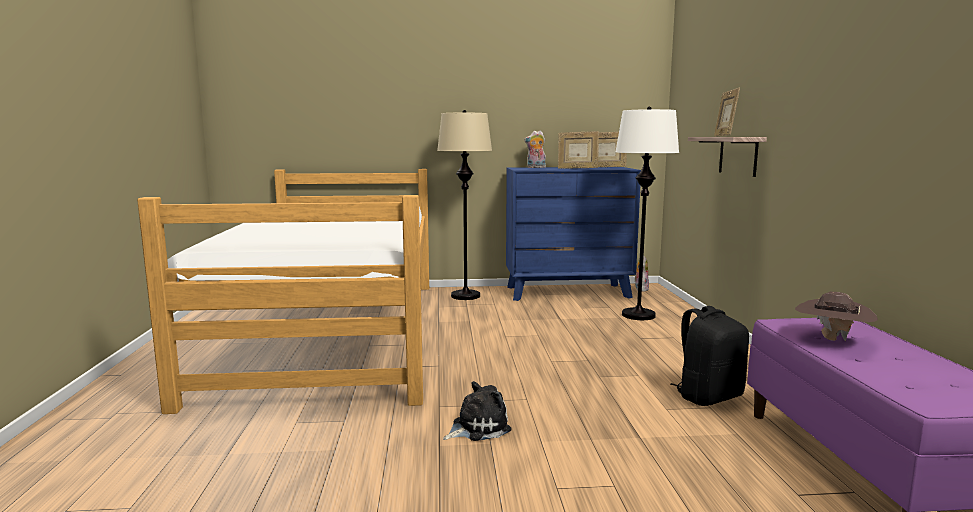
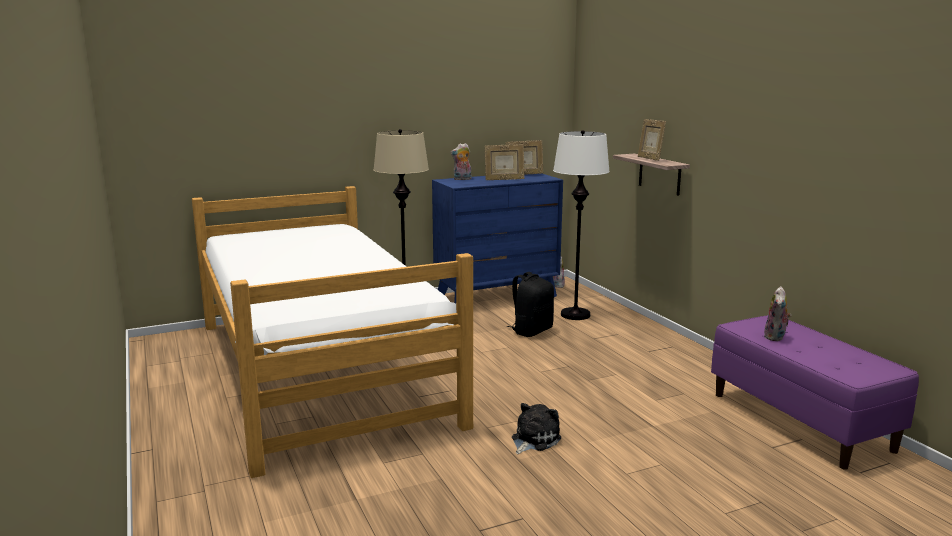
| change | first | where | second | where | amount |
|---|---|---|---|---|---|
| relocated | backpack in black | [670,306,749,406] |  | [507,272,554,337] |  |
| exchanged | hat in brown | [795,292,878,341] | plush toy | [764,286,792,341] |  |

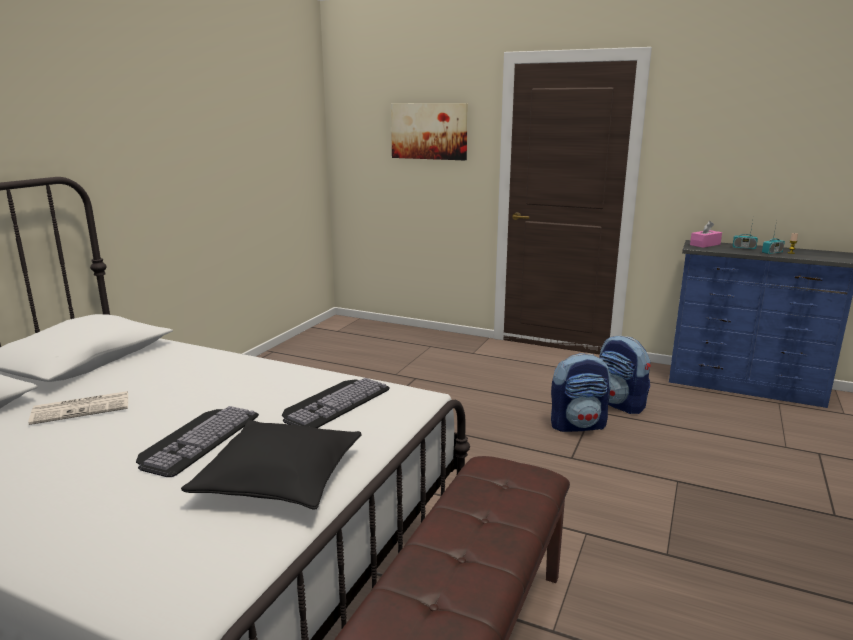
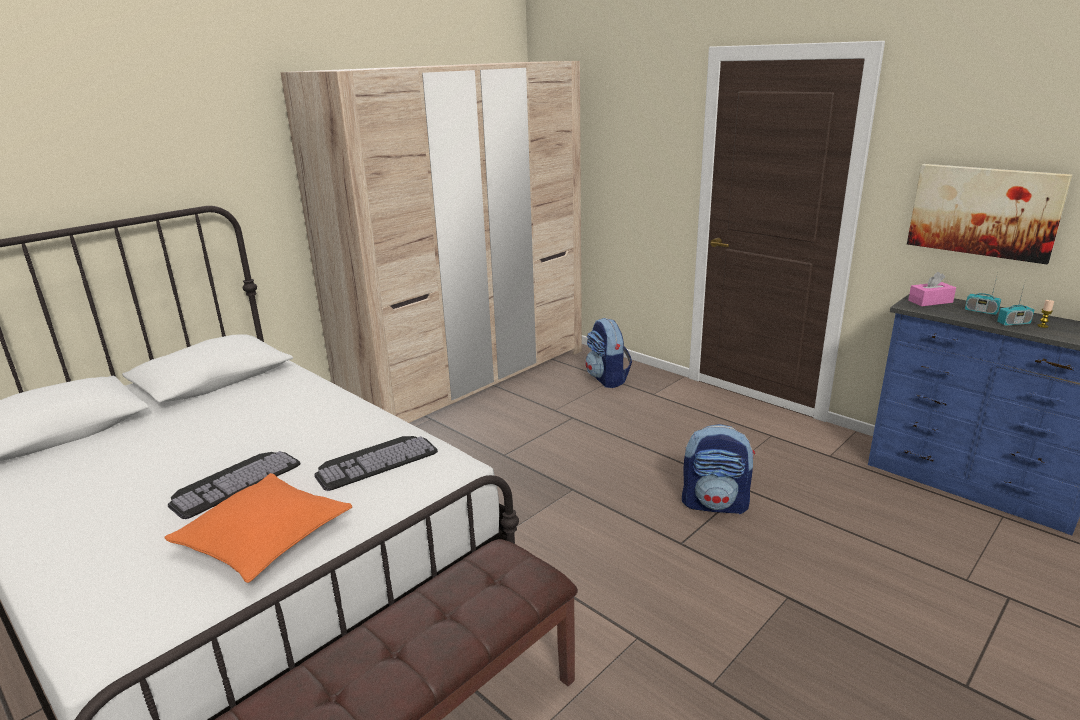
| change | first | where | second | where | amount |
|---|---|---|---|---|---|
| missing | newspaper | [28,391,128,425] |  |  |  |
| colour | pillow in black | [181,420,362,510] | pillow in orange | [164,473,352,583] |  |
| relocated | picture | [391,103,468,160] |  | [907,164,1072,264] |  |
| relocated | backpack | [599,335,651,414] |  | [585,318,632,388] |  |
| appeared |  |  | wardrobe in beige | [280,61,582,423] |  |

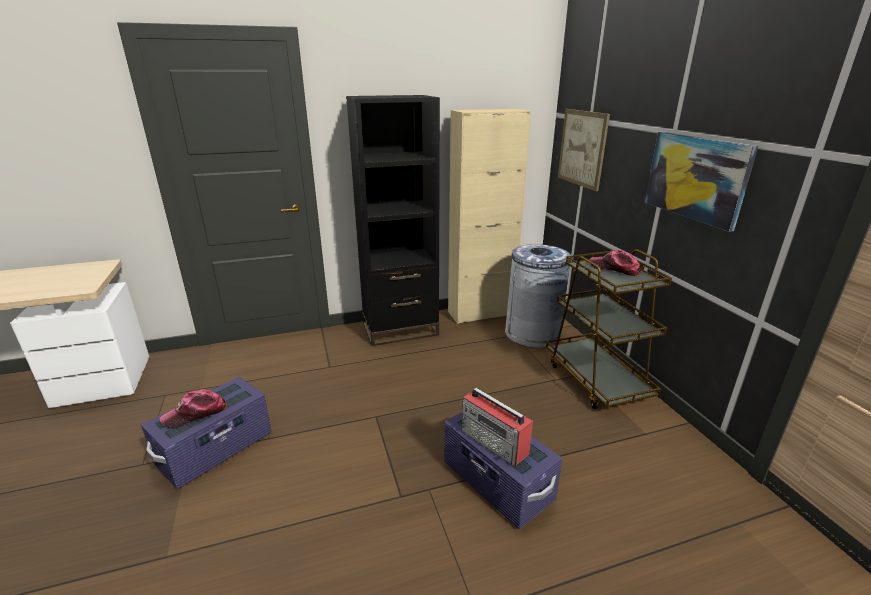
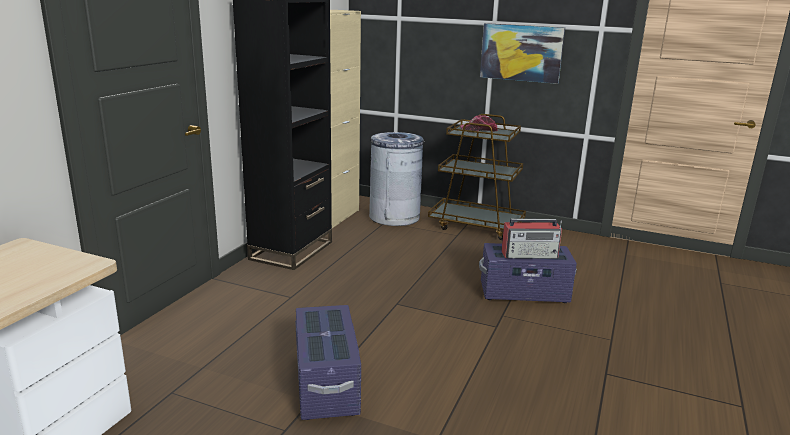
| change | first | where | second | where | amount |
|---|---|---|---|---|---|
| missing | cap | [159,389,227,429] |  |  |  |
| missing | picture | [558,109,610,191] |  |  |  |

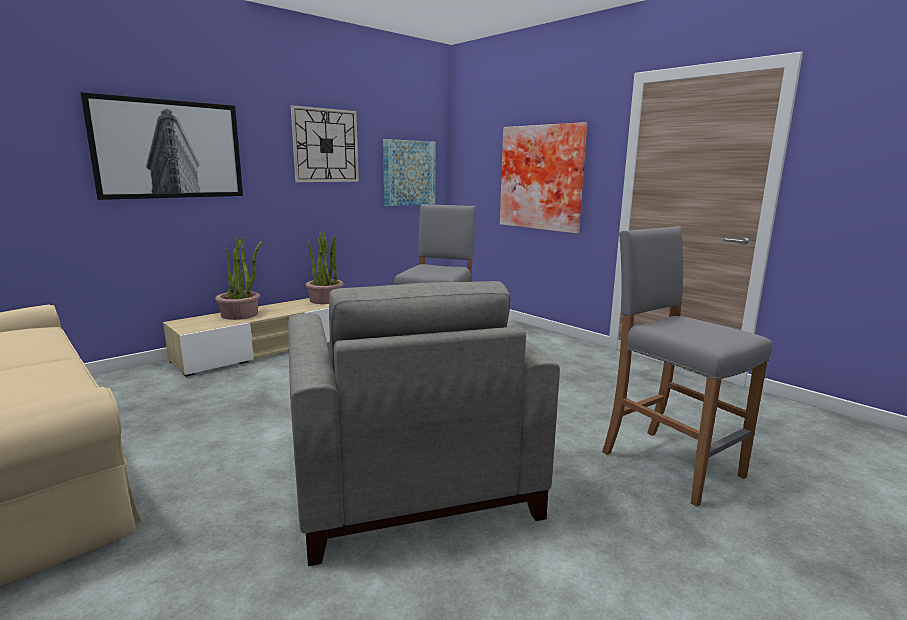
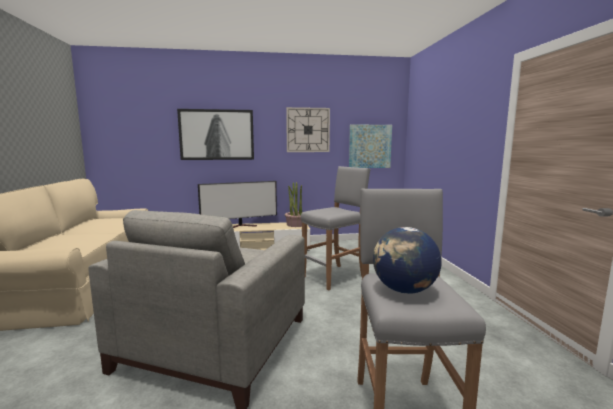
| change | first | where | second | where | amount |
|---|---|---|---|---|---|
| exchanged | potted plant | [215,237,262,320] | television | [198,181,277,228] |  |
| missing | picture | [500,122,587,234] |  |  |  |
| appeared |  |  | globe | [373,227,441,294] |  |

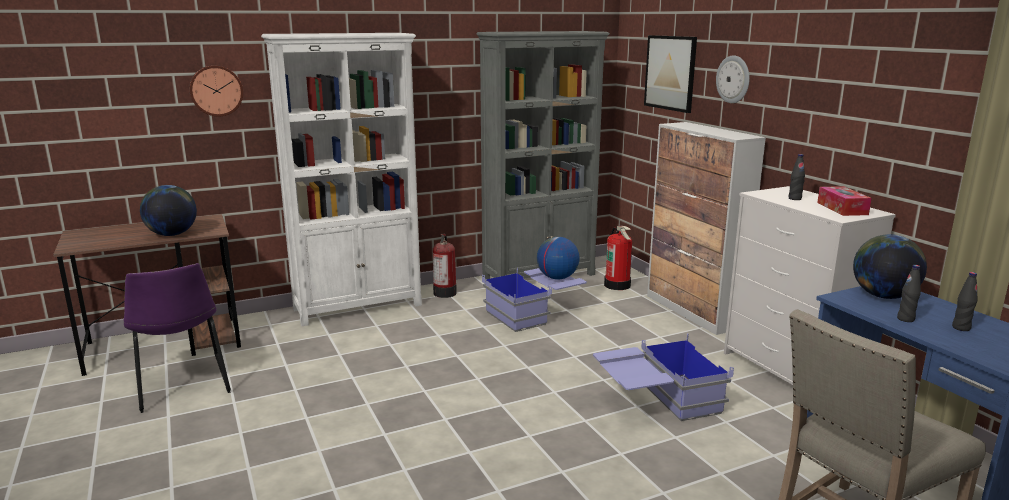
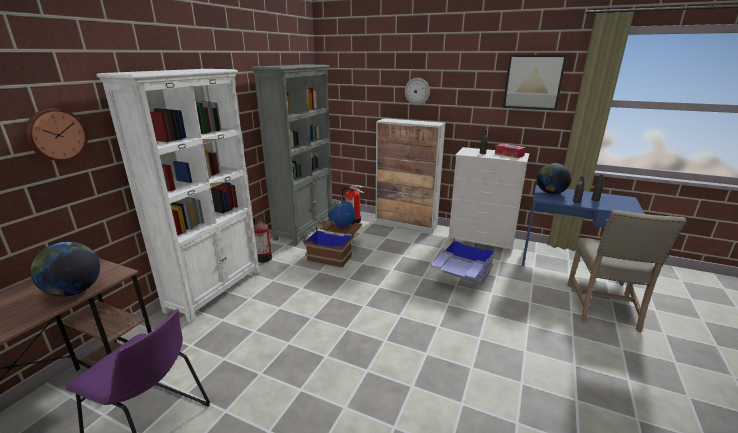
| change | first | where | second | where | amount |
|---|---|---|---|---|---|
| colour | storage box in blue | [482,268,587,332] | storage box in brown | [303,220,362,268] |  |
| relocated | picture | [644,35,697,113] |  | [503,55,567,110] |  |

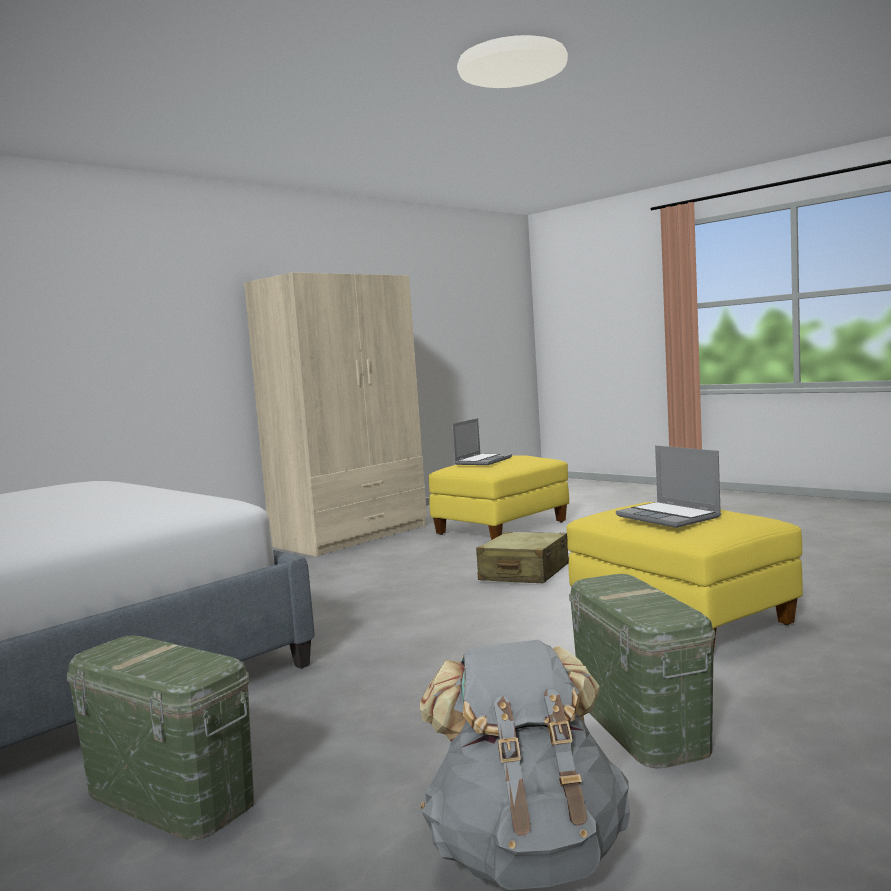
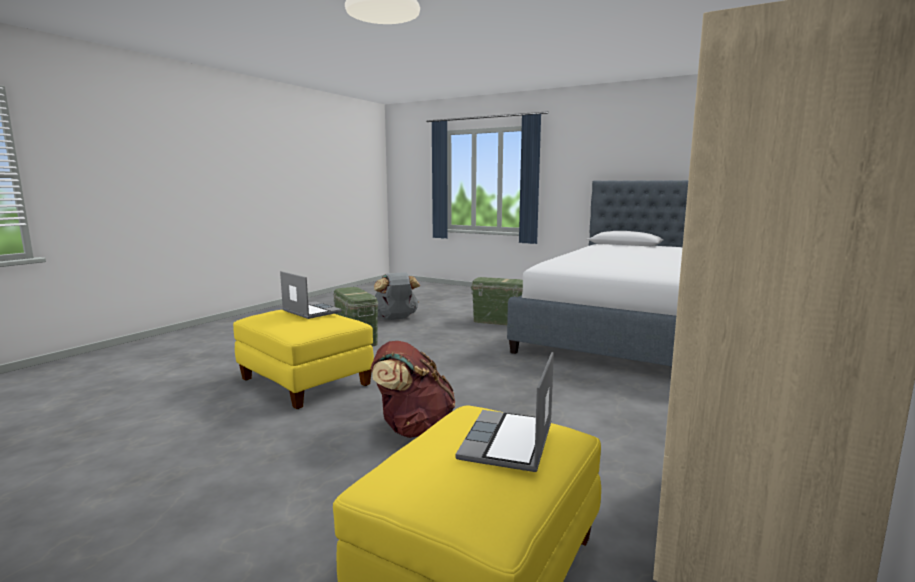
| change | first | where | second | where | amount |
|---|---|---|---|---|---|
| exchanged | suitcase in beige | [476,532,569,583] | backpack in brown | [371,341,455,438] |  |

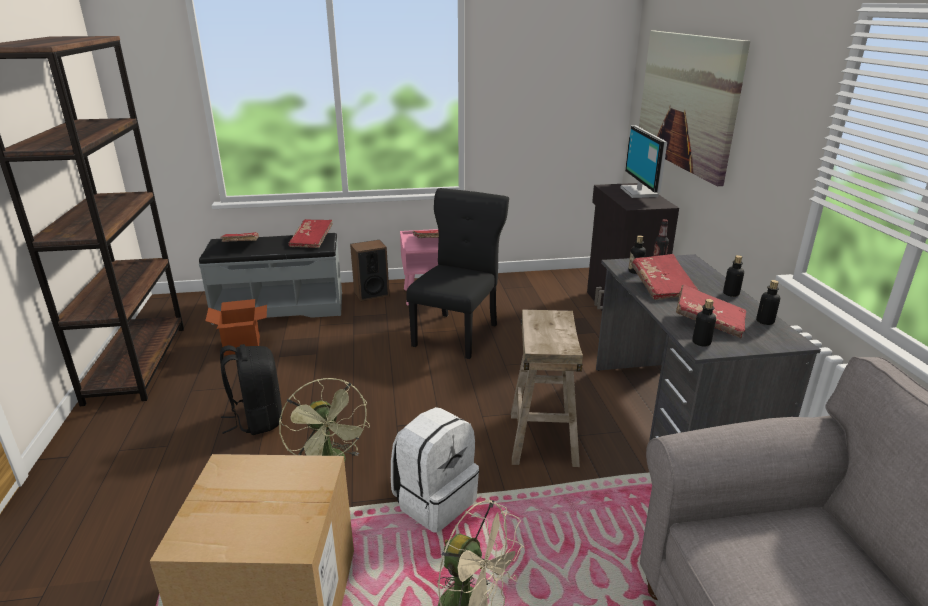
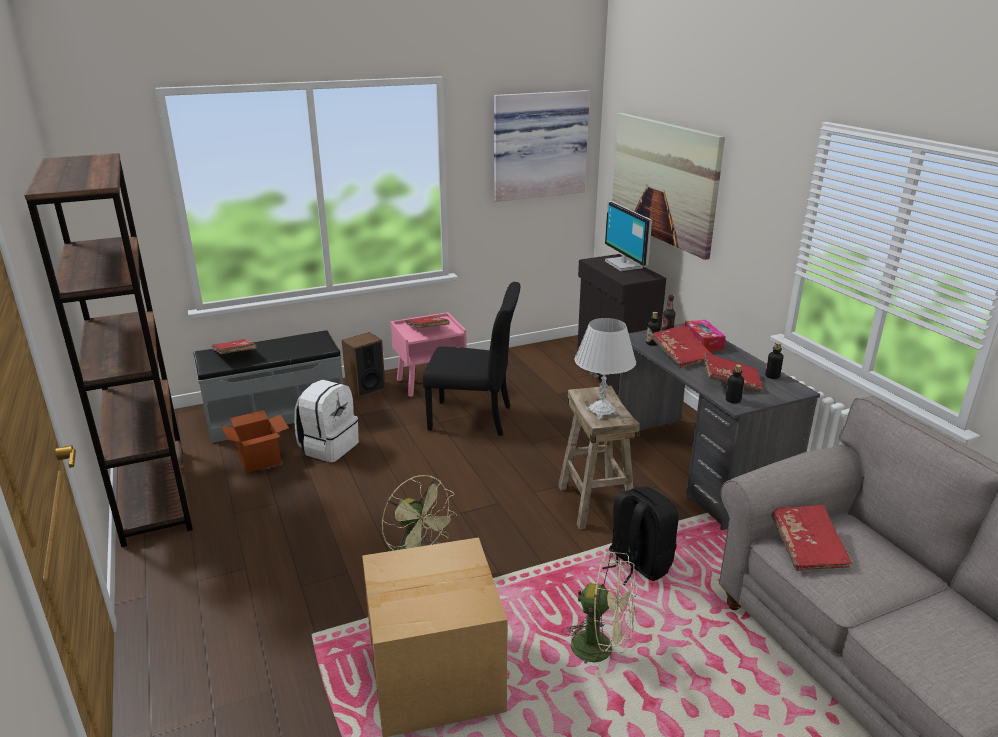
| change | first | where | second | where | amount |
|---|---|---|---|---|---|
| relocated | backpack in black | [220,344,282,435] |  | [602,486,678,585] |  |
| relocated | book in red | [289,219,333,248] |  | [771,505,853,571] |  |
| relocated | backpack in white | [391,407,479,532] |  | [294,380,359,462] |  |
| spun | chair in black | [406,188,509,359] |  | [423,282,520,436] | 90 degrees clockwise |
| missing | bottle | [723,255,744,297] |  |  |  |
| appeared |  |  | picture | [494,90,590,202] |  |
| appeared |  |  | table lamp in white | [574,318,636,419] |  |
| appeared |  |  | tissue box | [685,320,725,351] |  |

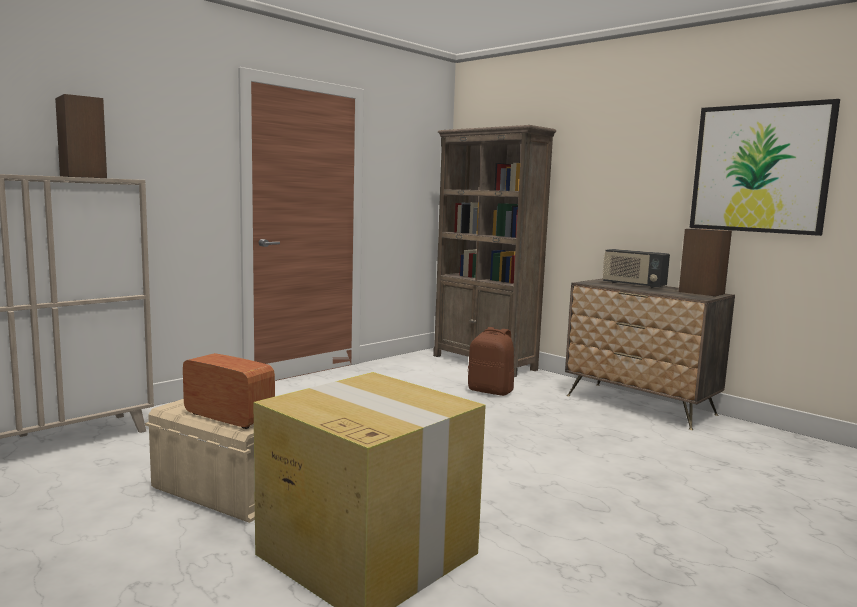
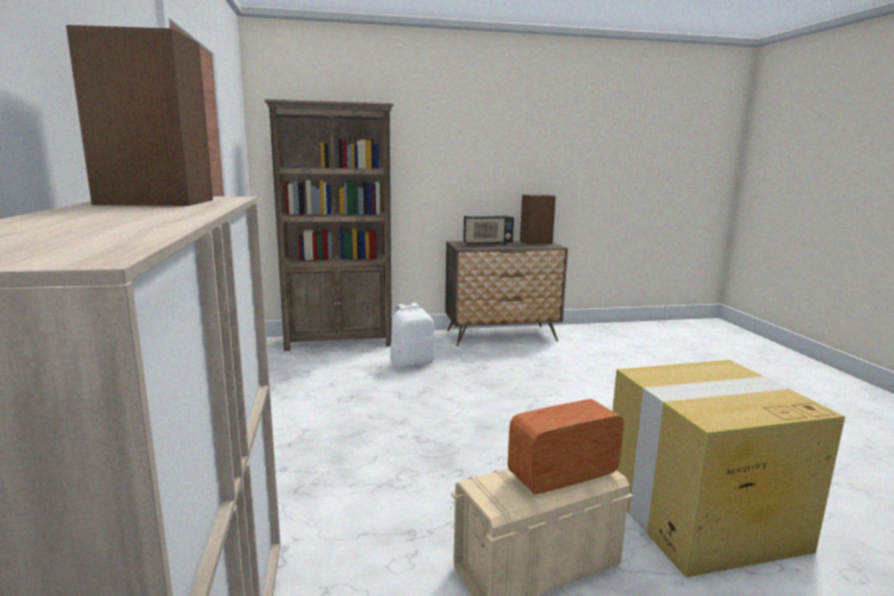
| change | first | where | second | where | amount |
|---|---|---|---|---|---|
| colour | backpack in brown | [468,327,514,396] | backpack in white | [390,303,434,368] |  |
| missing | picture | [690,99,840,236] |  |  |  |

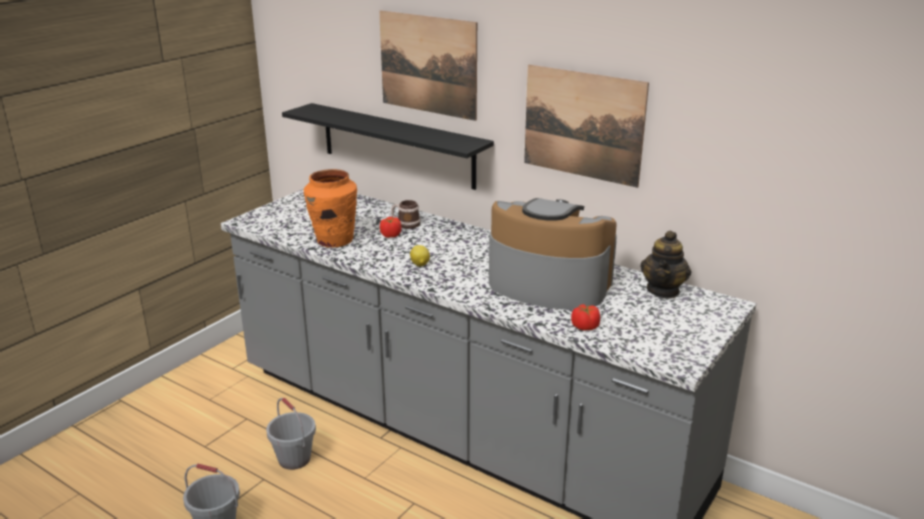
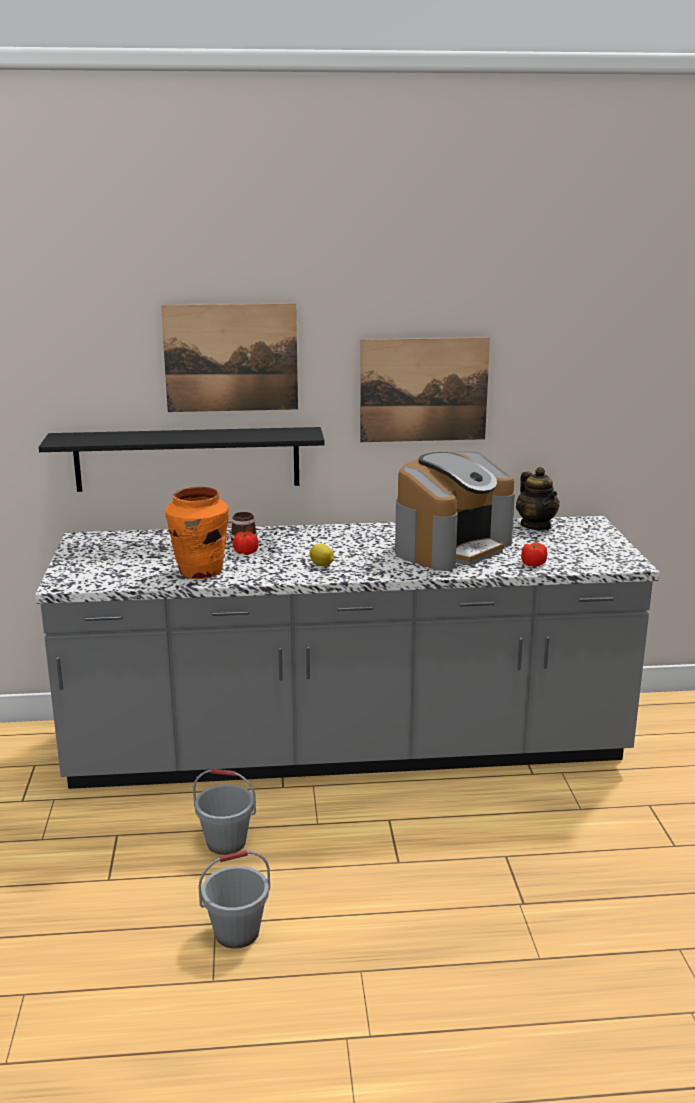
| change | first | where | second | where | amount |
|---|---|---|---|---|---|
| spun | coffee machine | [489,198,617,310] |  | [395,451,515,571] | 150 degrees clockwise |

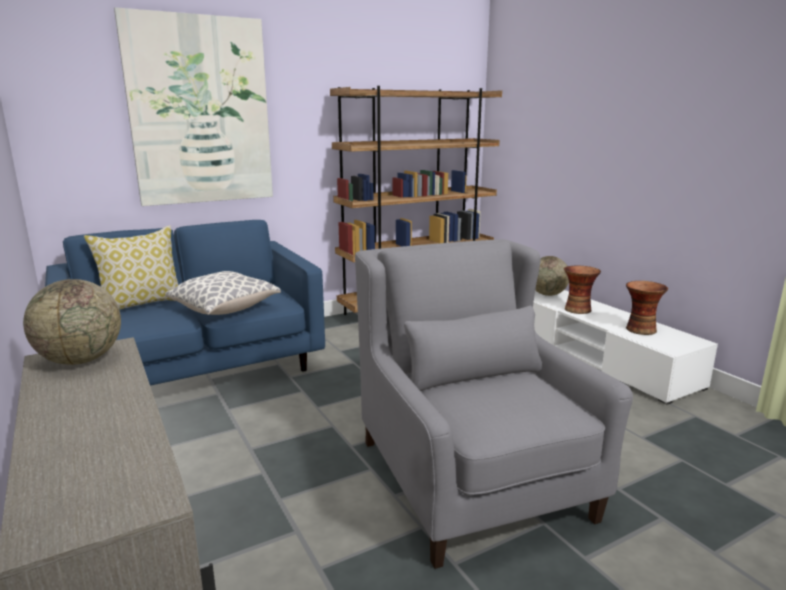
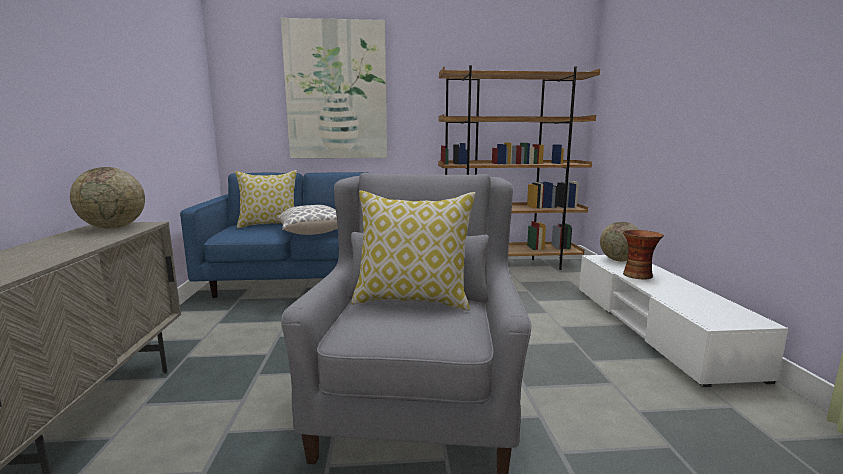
| change | first | where | second | where | amount |
|---|---|---|---|---|---|
| missing | vase | [626,281,668,335] |  |  |  |
| appeared |  |  | pillow | [351,190,475,311] |  |

